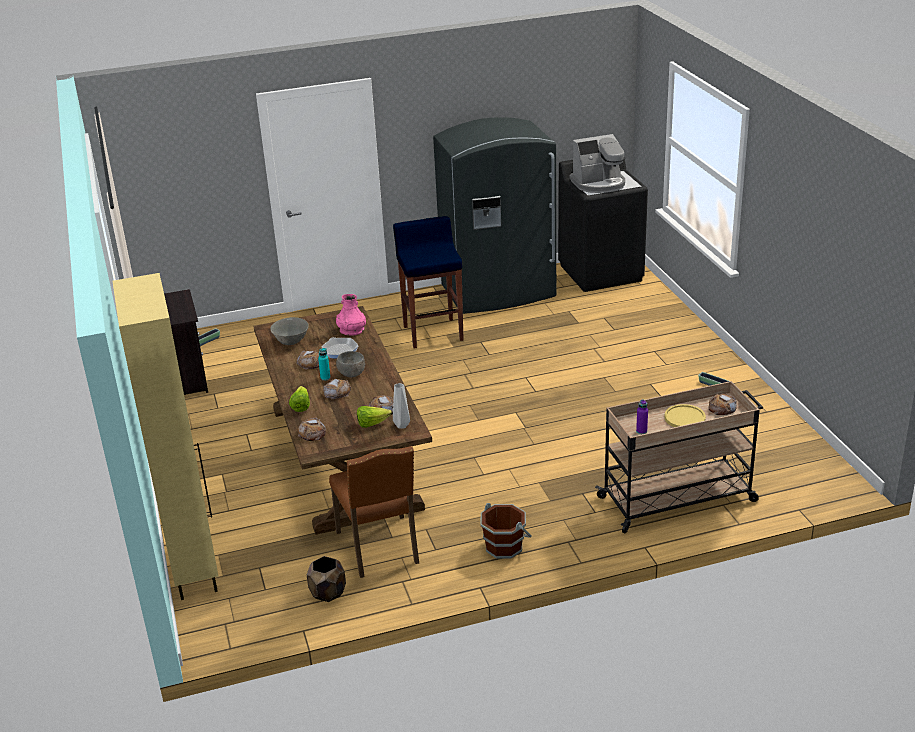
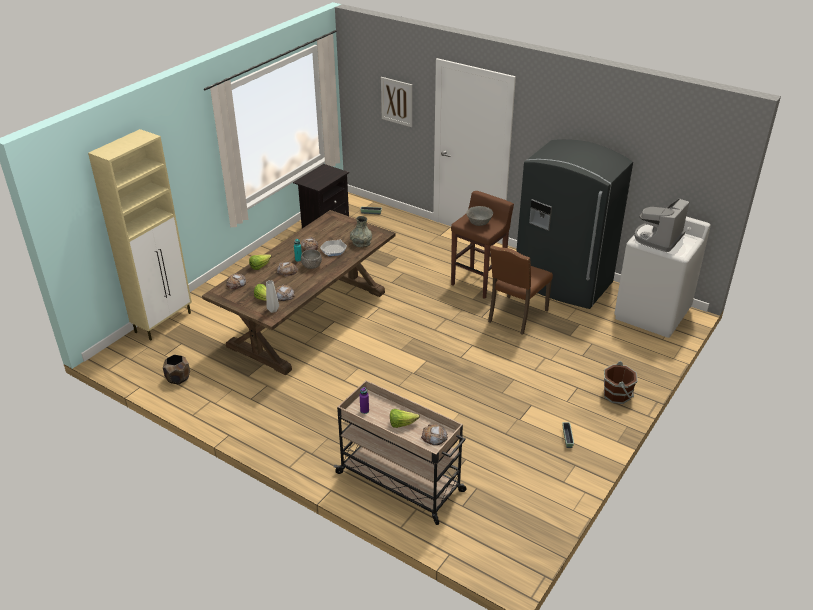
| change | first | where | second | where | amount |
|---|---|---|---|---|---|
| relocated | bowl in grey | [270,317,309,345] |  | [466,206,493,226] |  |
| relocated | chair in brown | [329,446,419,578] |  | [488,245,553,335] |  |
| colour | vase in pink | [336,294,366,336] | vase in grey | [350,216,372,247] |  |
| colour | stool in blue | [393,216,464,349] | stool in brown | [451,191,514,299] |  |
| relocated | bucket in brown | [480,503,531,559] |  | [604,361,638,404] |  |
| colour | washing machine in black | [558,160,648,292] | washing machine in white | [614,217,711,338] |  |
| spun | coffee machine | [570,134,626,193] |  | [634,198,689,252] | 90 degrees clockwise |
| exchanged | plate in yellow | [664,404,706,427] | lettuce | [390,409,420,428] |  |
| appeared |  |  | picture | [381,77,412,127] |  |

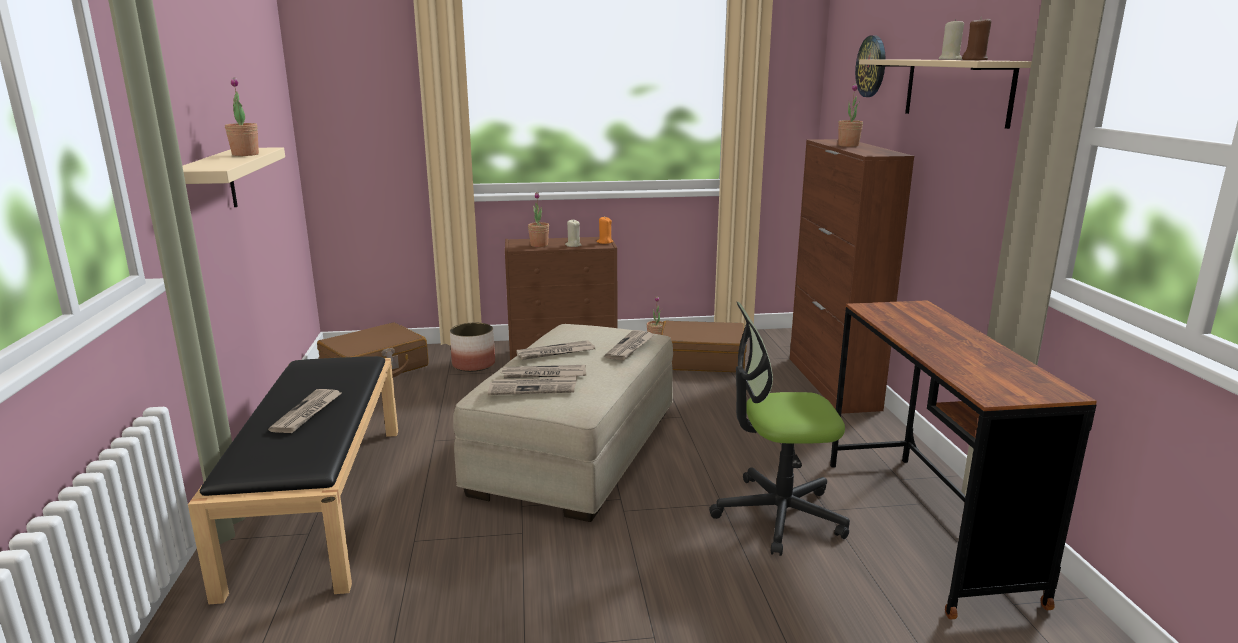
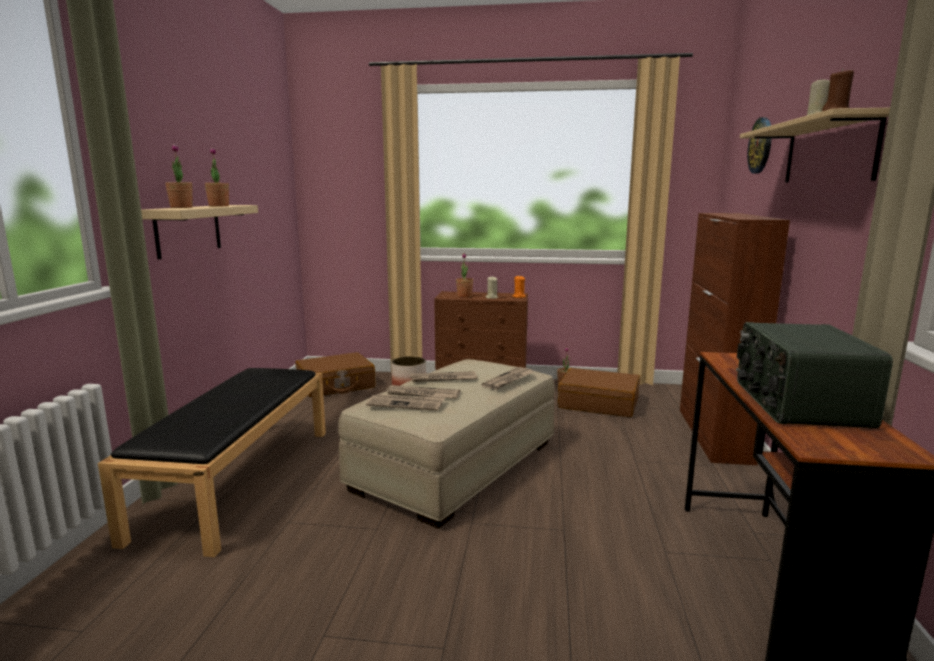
| change | first | where | second | where | amount |
|---|---|---|---|---|---|
| missing | newspaper | [268,389,342,433] |  |  |  |
| missing | office chair | [709,302,850,556] |  |  |  |
| relocated | potted plant | [838,83,863,147] |  | [165,144,193,208] |  |
| appeared |  |  | radio | [736,322,893,429] |  |

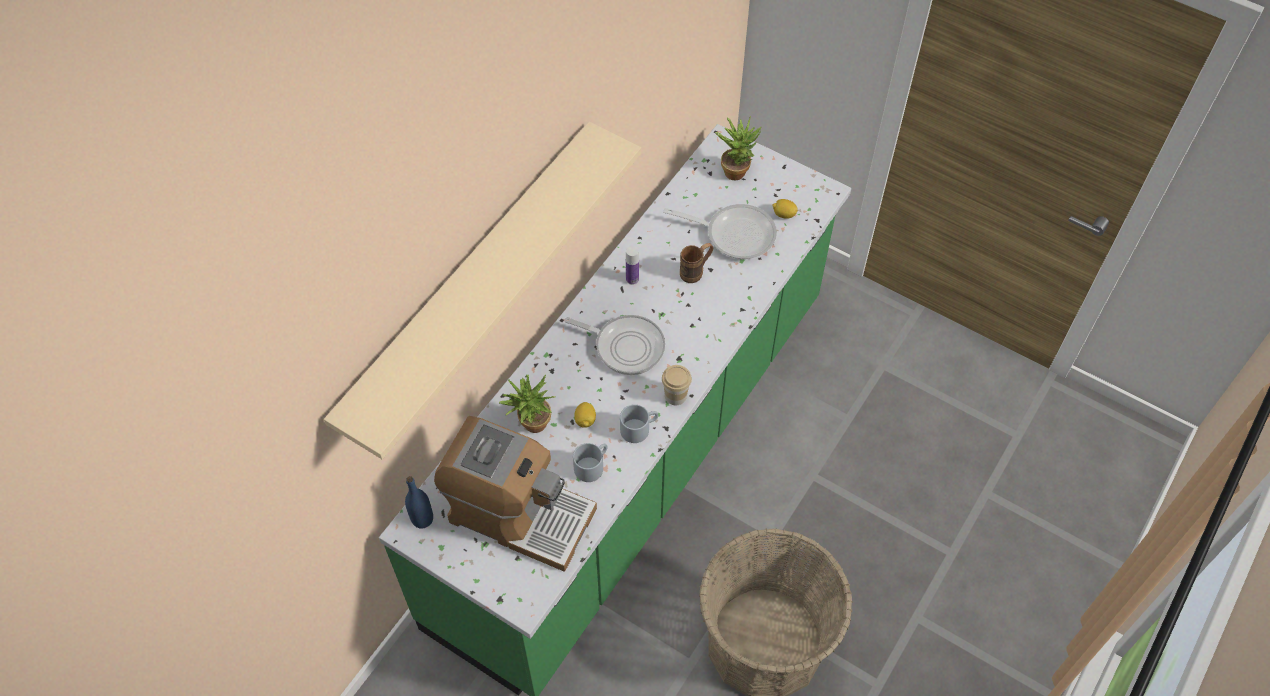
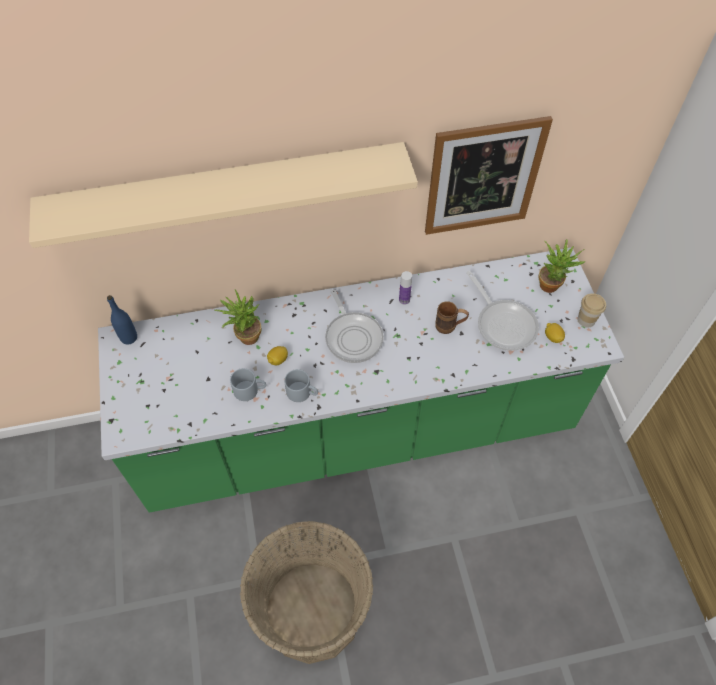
| change | first | where | second | where | amount |
|---|---|---|---|---|---|
| missing | coffee machine | [434,416,597,572] |  |  |  |
| relocated | cup | [662,365,692,405] |  | [577,293,606,328] |  |
| appeared |  |  | picture | [425,116,553,235] |  |

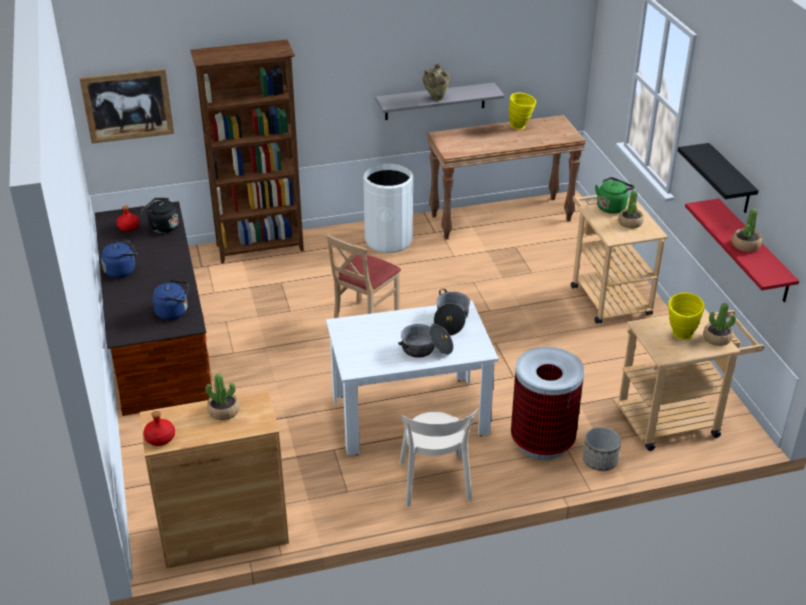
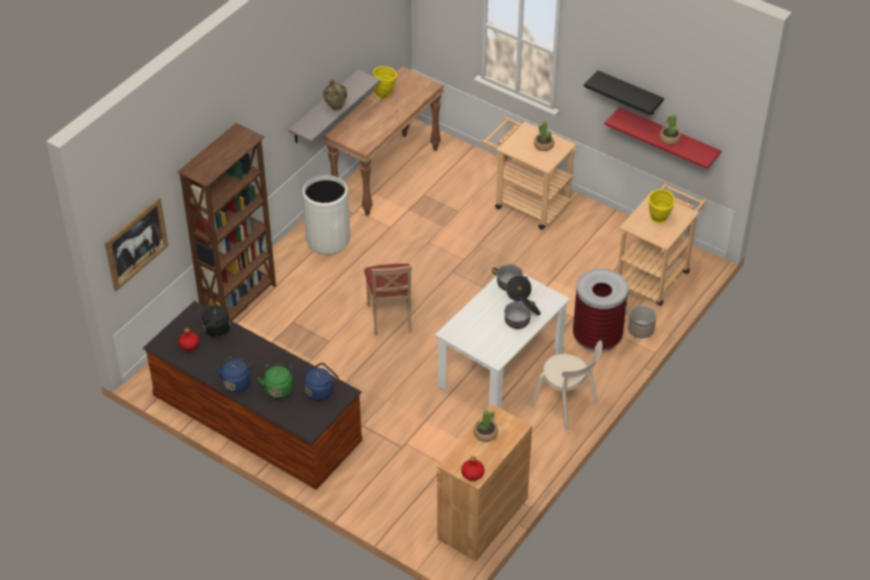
| change | first | where | second | where | amount |
|---|---|---|---|---|---|
| relocated | kettle in green | [595,177,635,214] |  | [257,363,293,399] |  |
| missing | potted plant | [703,303,736,346] |  |  |  |

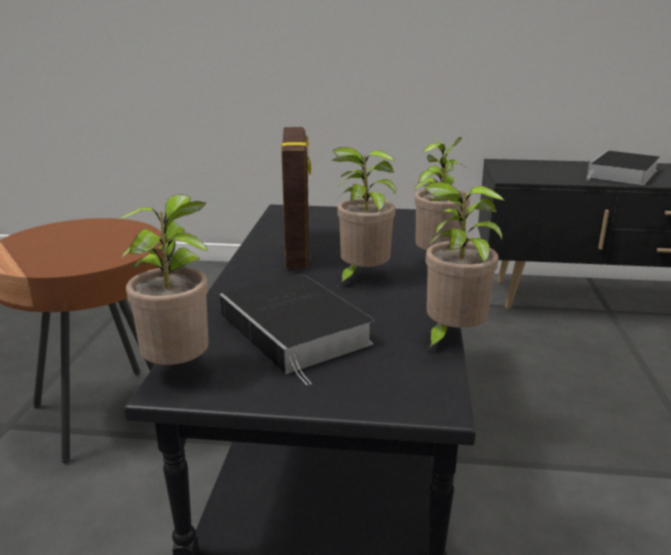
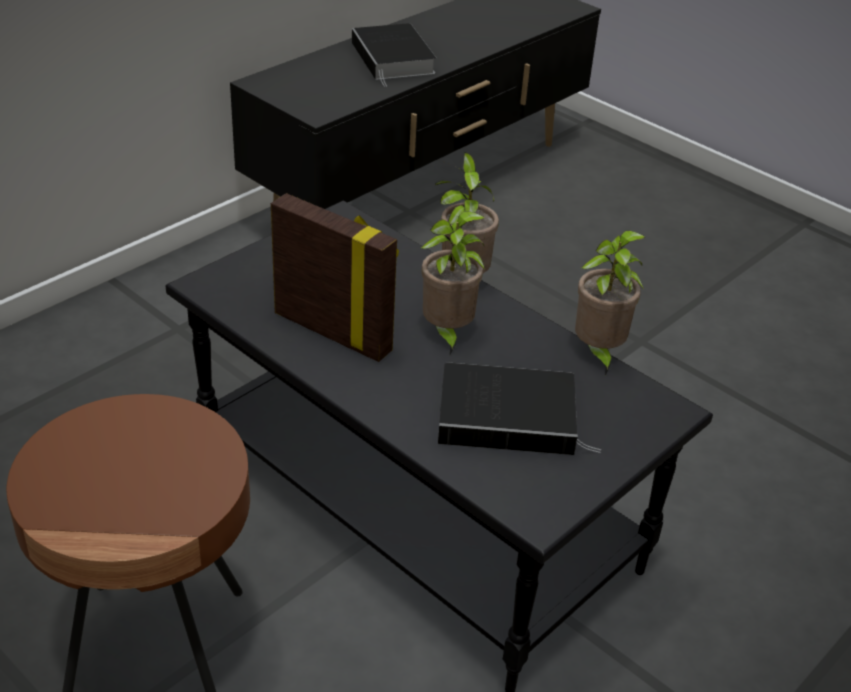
| change | first | where | second | where | amount |
|---|---|---|---|---|---|
| missing | potted plant | [116,194,209,365] |  |  |  |

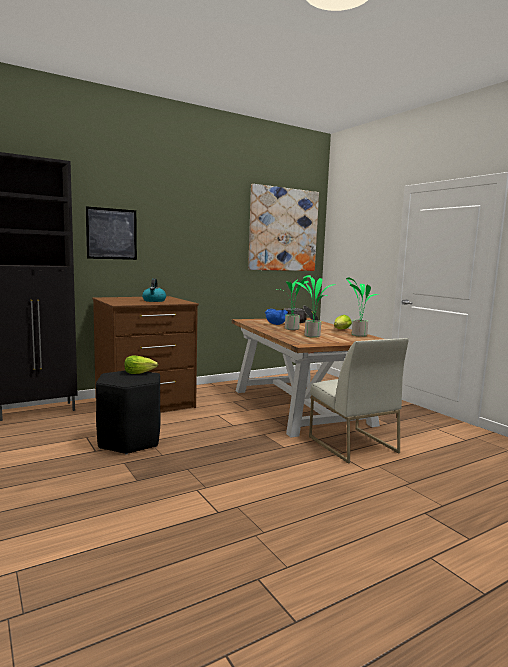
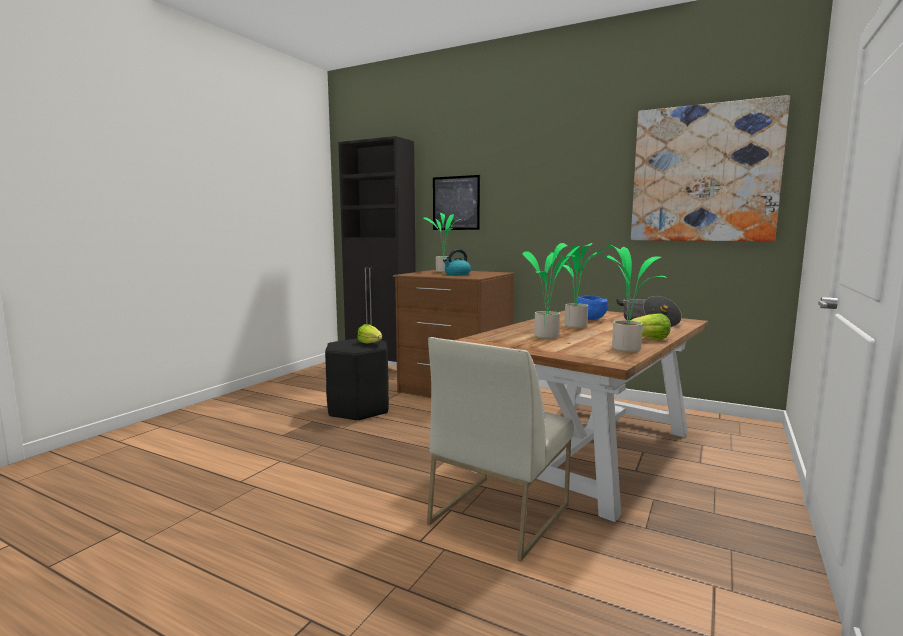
| change | first | where | second | where | amount |
|---|---|---|---|---|---|
| appeared |  |  | potted plant | [423,213,461,272] |  |

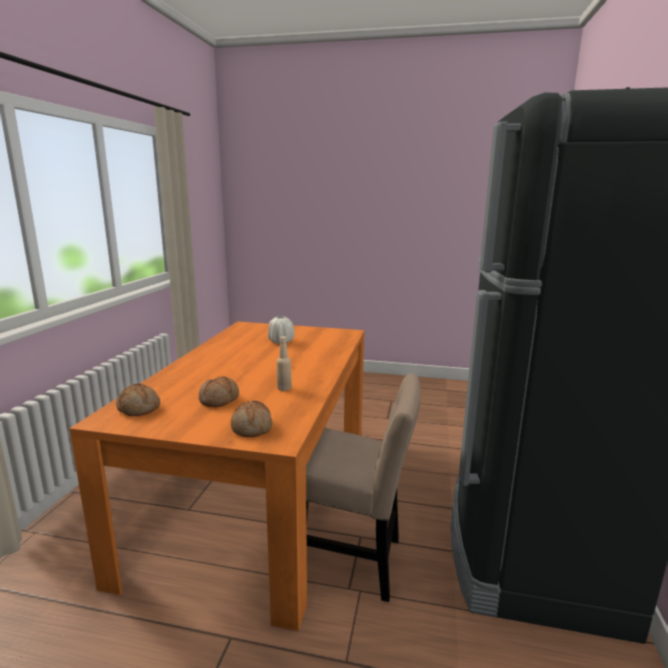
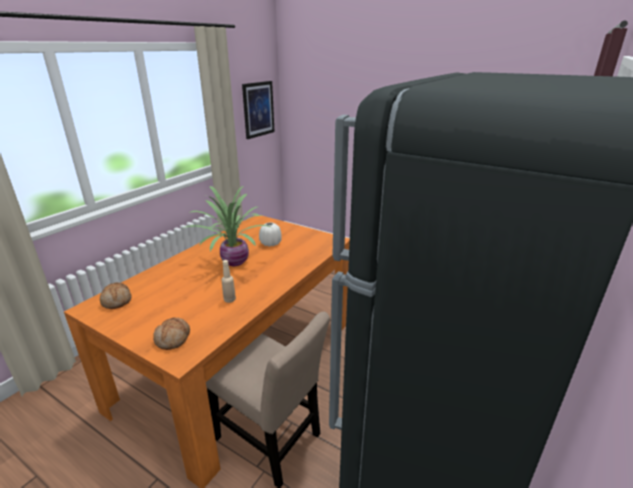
| change | first | where | second | where | amount |
|---|---|---|---|---|---|
| missing | bread | [199,377,239,407] |  |  |  |
| appeared |  |  | potted plant | [182,186,272,266] |  |
| appeared |  |  | picture | [242,81,275,139] |  |

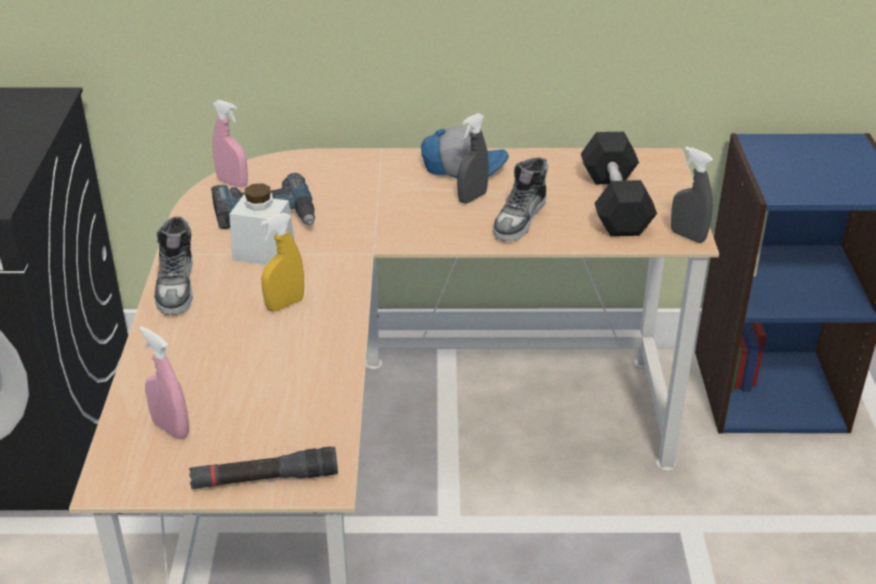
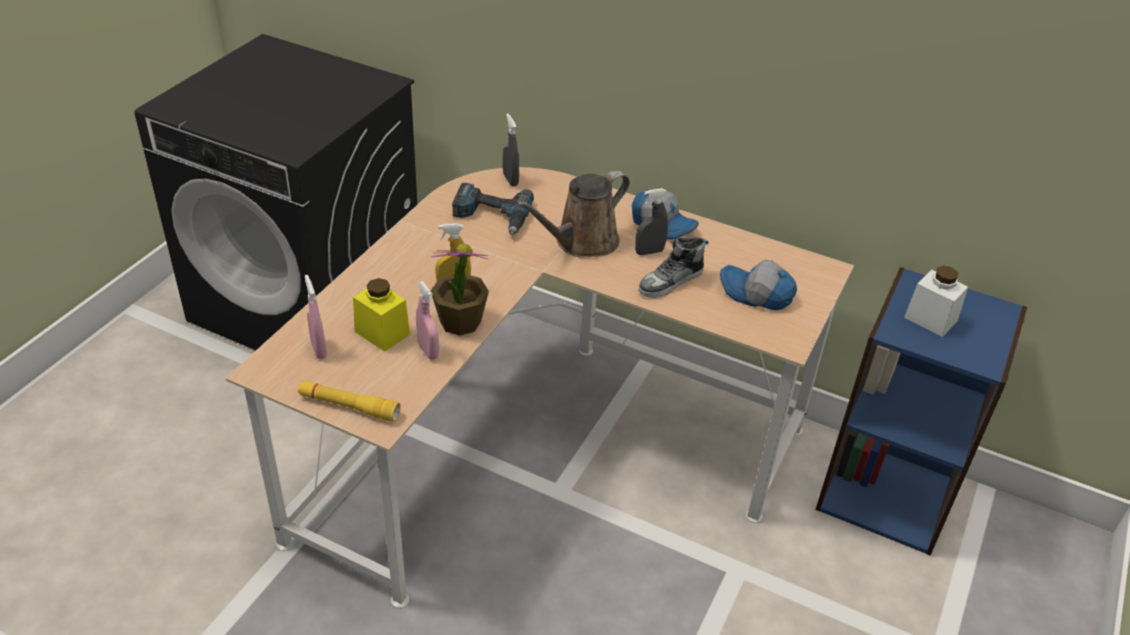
| change | first | where | second | where | amount |
|---|---|---|---|---|---|
| missing | shoe | [154,216,193,315] |  |  |  |
| colour | flashlight in black | [189,446,338,489] | flashlight in yellow | [298,380,401,422] |  |
| relocated | spray bottle in pink | [212,100,248,187] |  | [416,281,439,360] |  |
| relocated | jar in white | [229,183,295,265] |  | [904,266,968,337] |  |
| exchanged | dumbbell in black | [581,132,657,236] | cap | [720,260,797,310] |  |
| relocated | spray bottle in grey | [671,146,713,243] |  | [503,114,519,186] |  |
| appeared |  |  | jar in yellow | [353,278,410,352] |  |
| appeared |  |  | potted plant | [431,244,489,336] |  |
| appeared |  |  | watering can in brown | [516,170,630,258] |  |

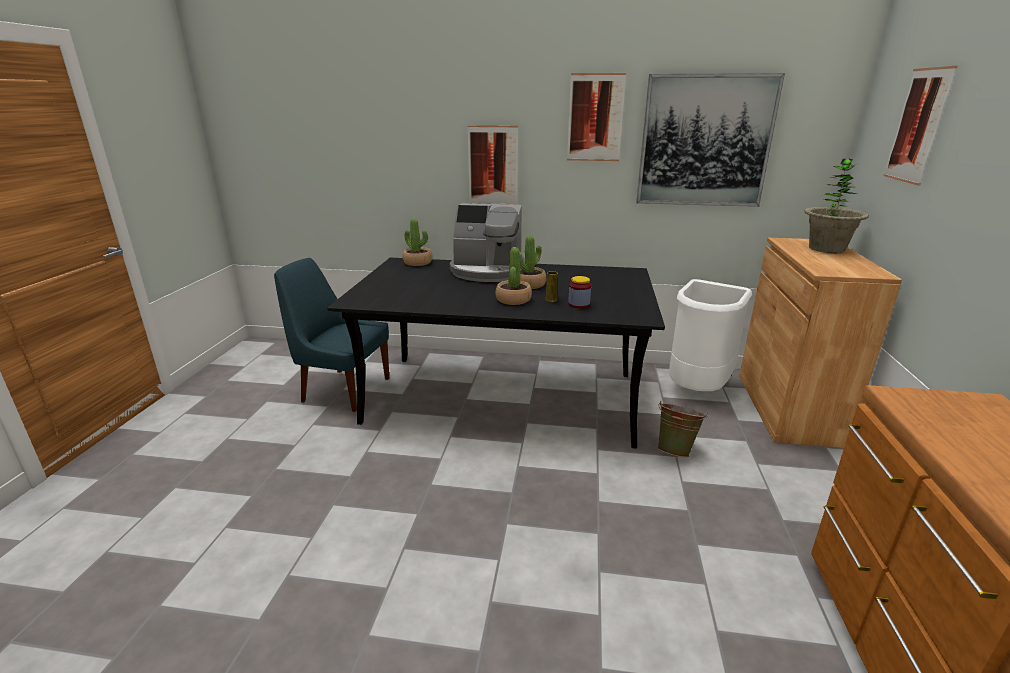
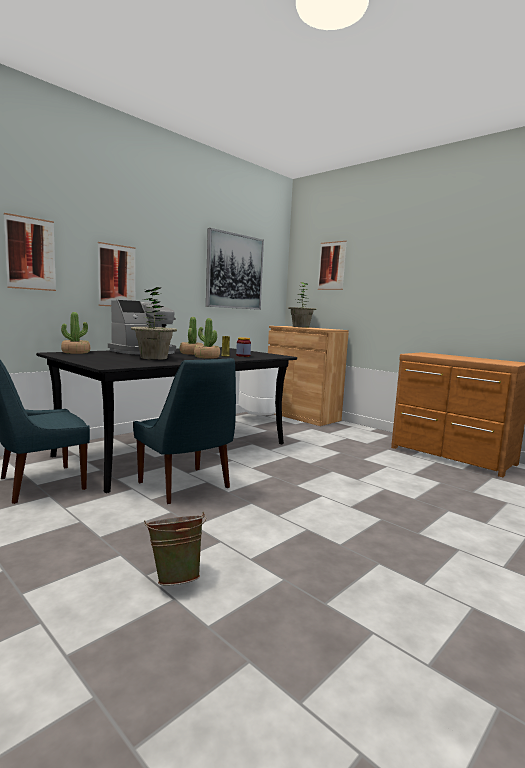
| change | first | where | second | where | amount |
|---|---|---|---|---|---|
| relocated | picture | [567,73,626,161] |  | [4,213,56,291] |  |
| relocated | bucket in green | [658,401,708,457] |  | [144,512,206,585] |  |
| appeared |  |  | potted plant | [131,287,177,360] |  |
| appeared |  |  | chair in blue | [133,358,236,504] |  |

